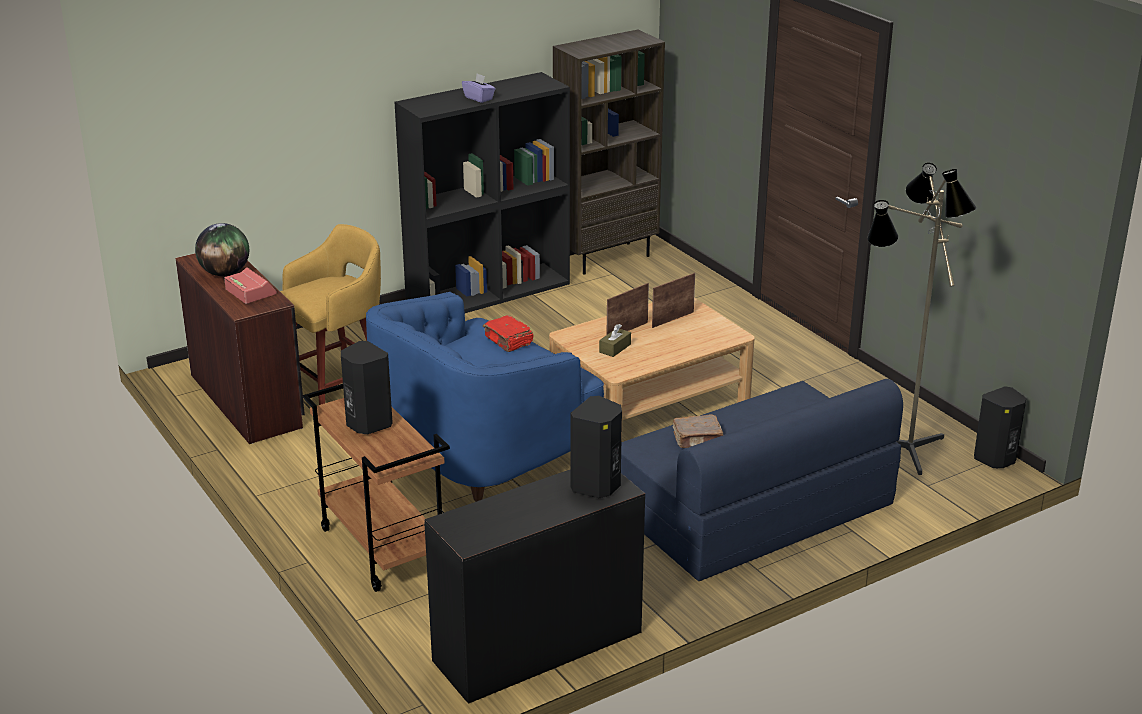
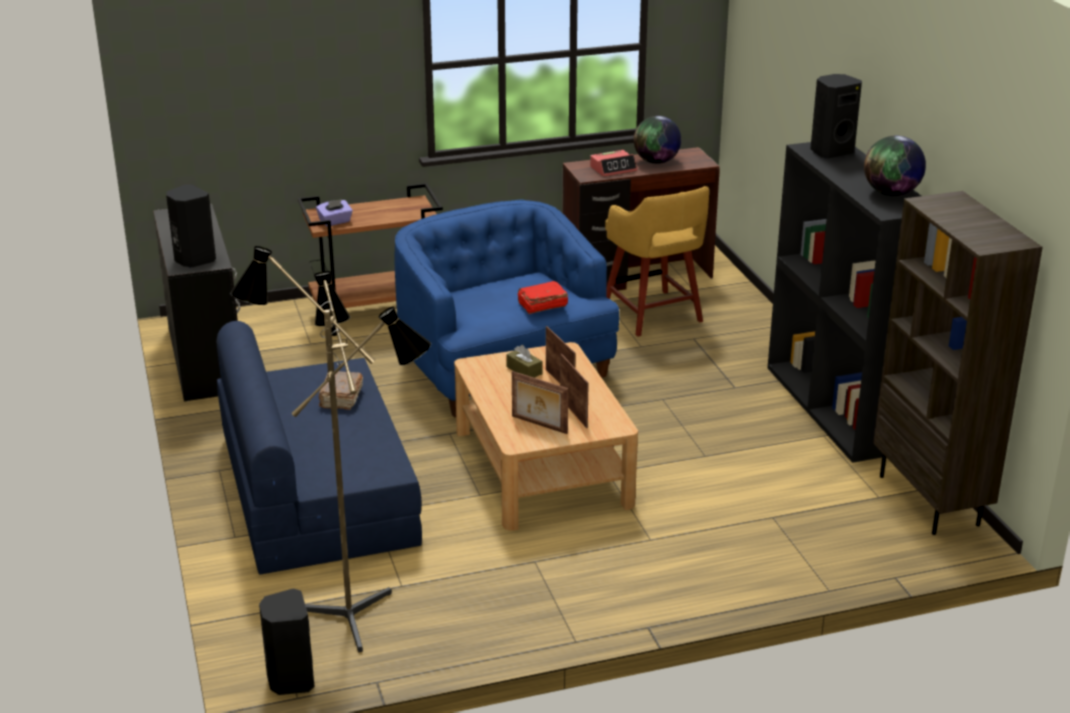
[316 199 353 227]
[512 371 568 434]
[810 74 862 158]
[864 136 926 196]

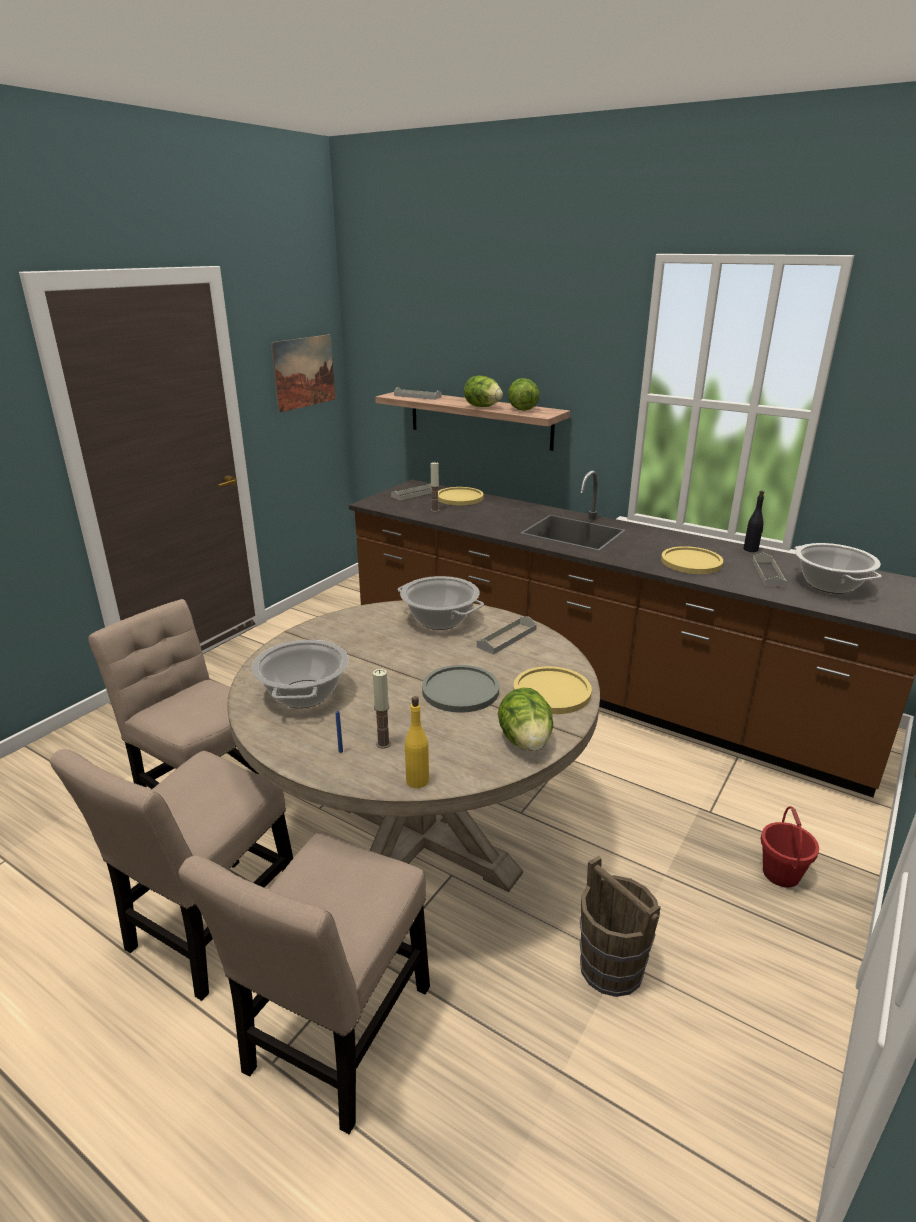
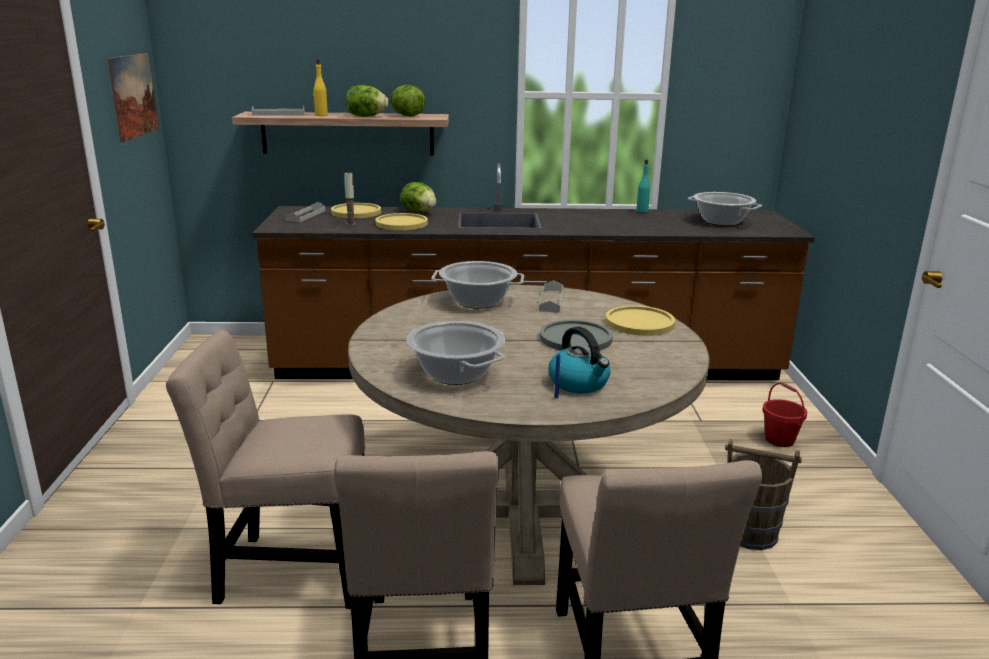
[313 59 328 116]
[376 213 428 230]
[400 182 436 213]
[548 326 610 393]
[636 159 650 213]
[752 552 787 587] (first image)

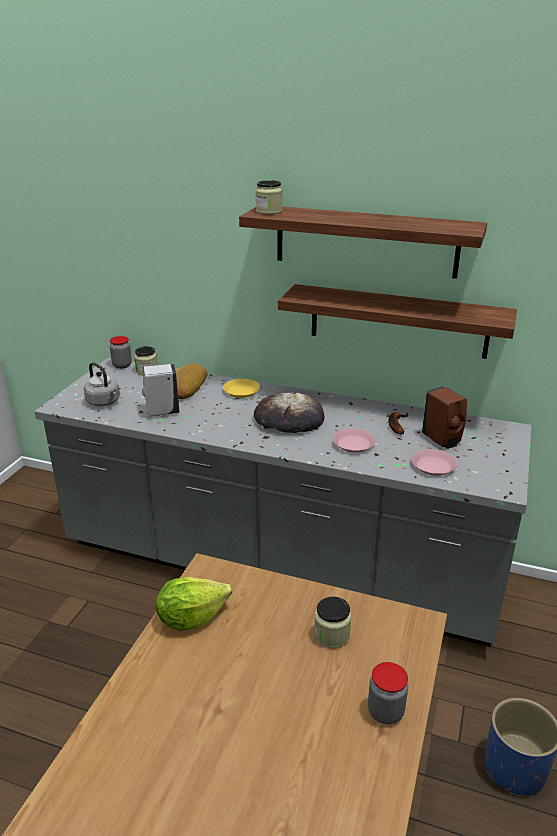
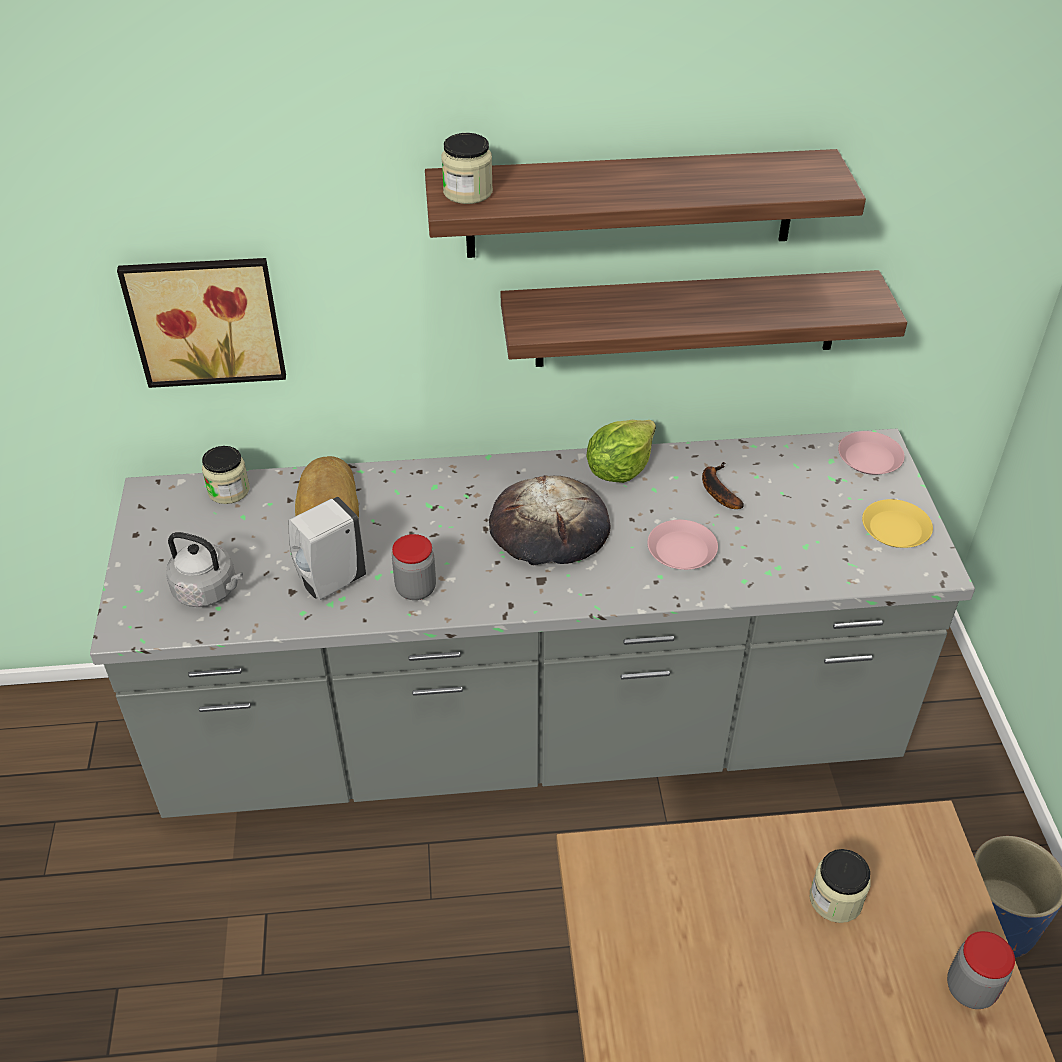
[117 258 286 388]
[392 534 436 600]
[586 420 656 483]
[838 431 905 475]
[862 499 933 548]
[422 386 467 449] (first image)

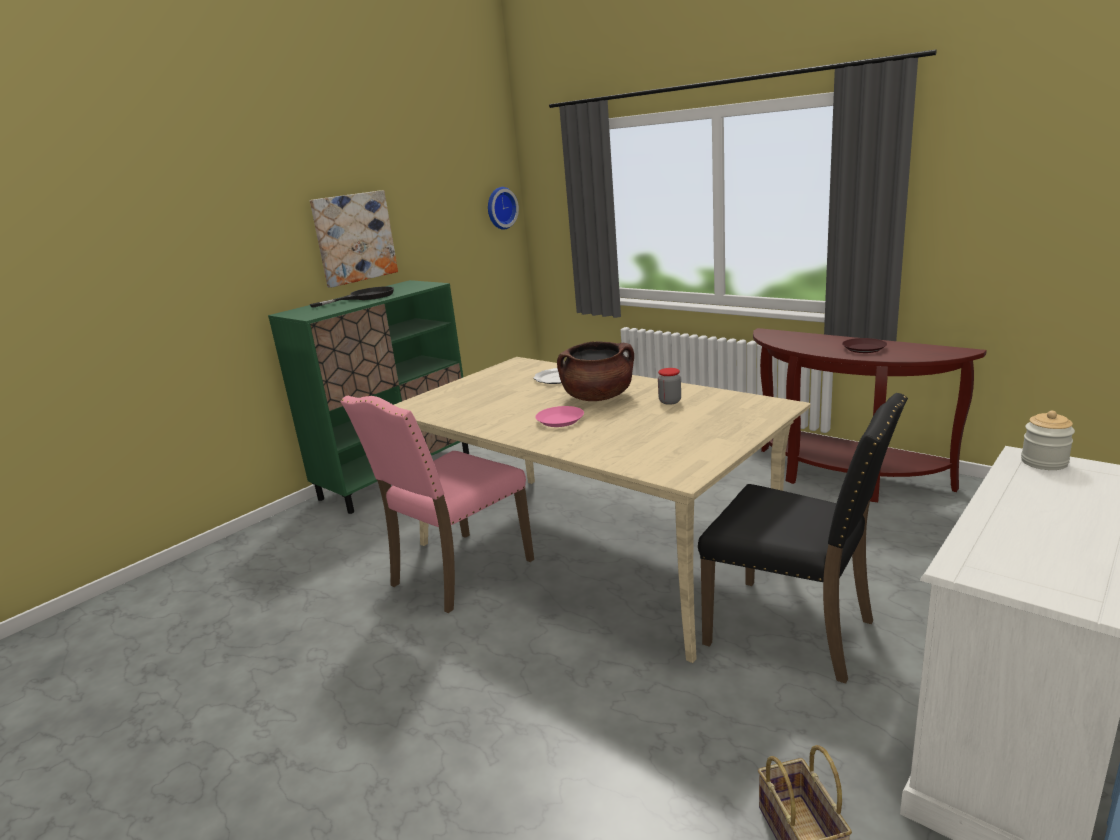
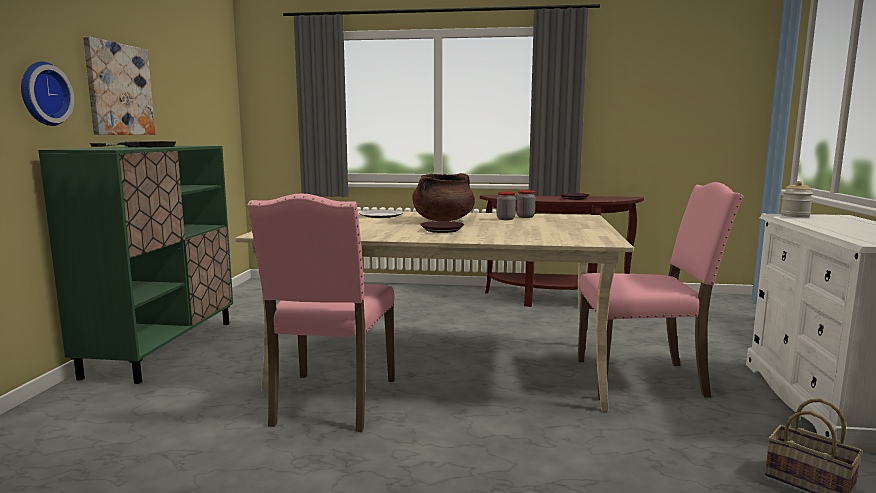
[21 62 74 126]
[420 221 464 233]
[517 190 535 218]
[577 182 744 400]

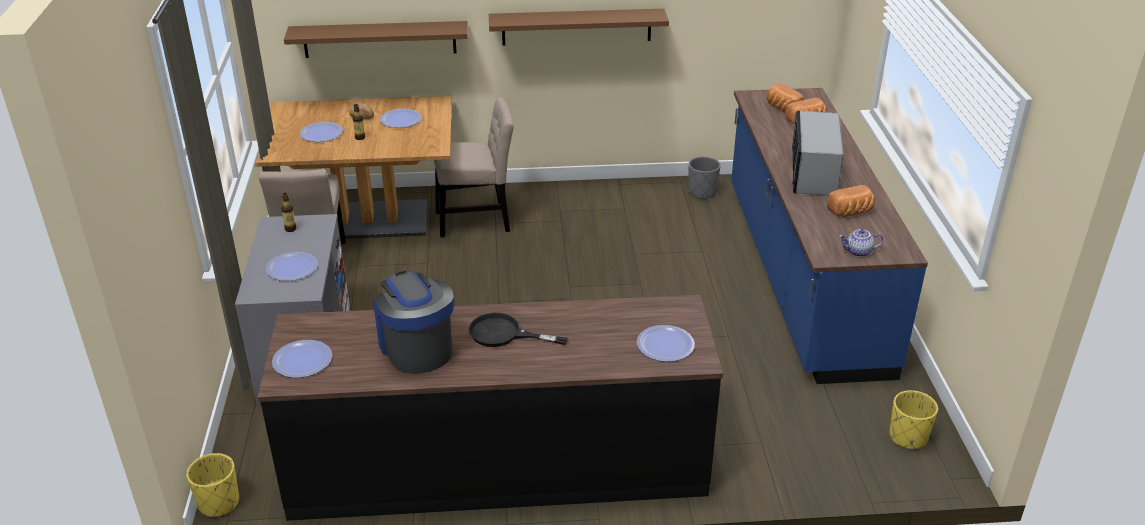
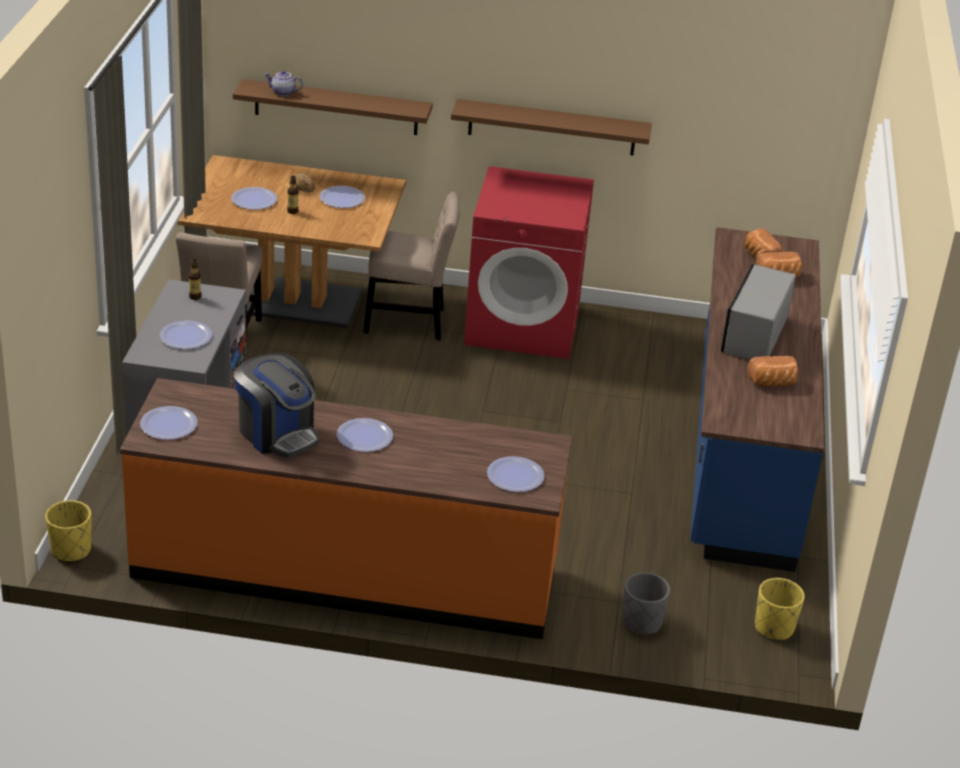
[120 378 573 639]
[234 353 320 458]
[265 70 303 96]
[337 418 393 452]
[464 166 594 359]
[622 572 670 635]

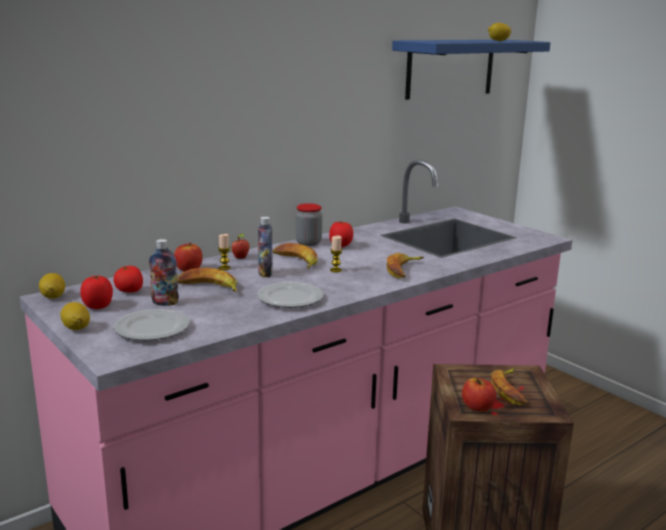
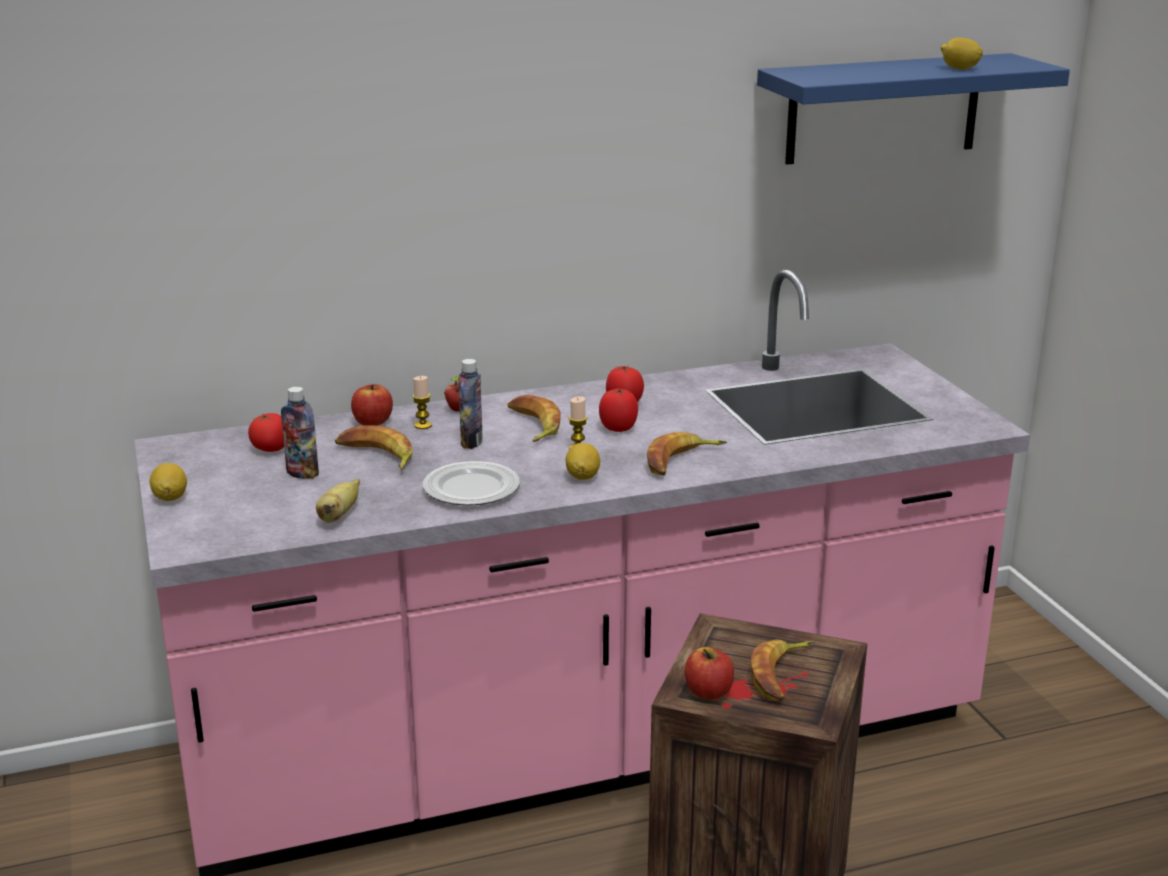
[316 479 360 523]
[566 443 600 480]
[599 389 638 432]
[114 309 190 340] (first image)
[295 203 322 246] (first image)

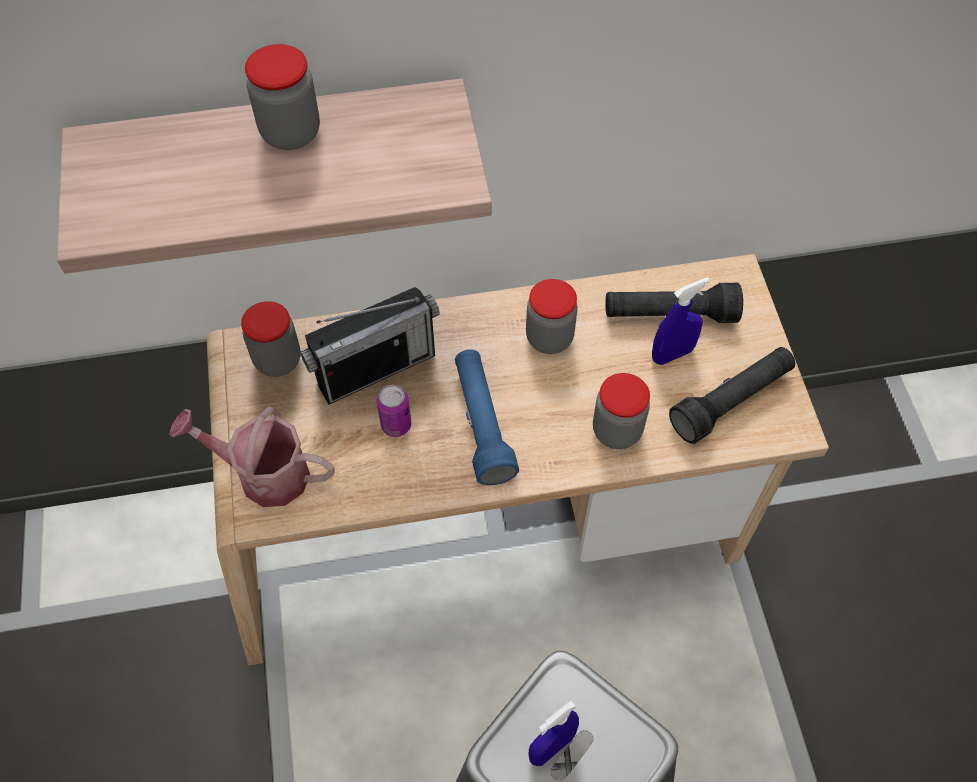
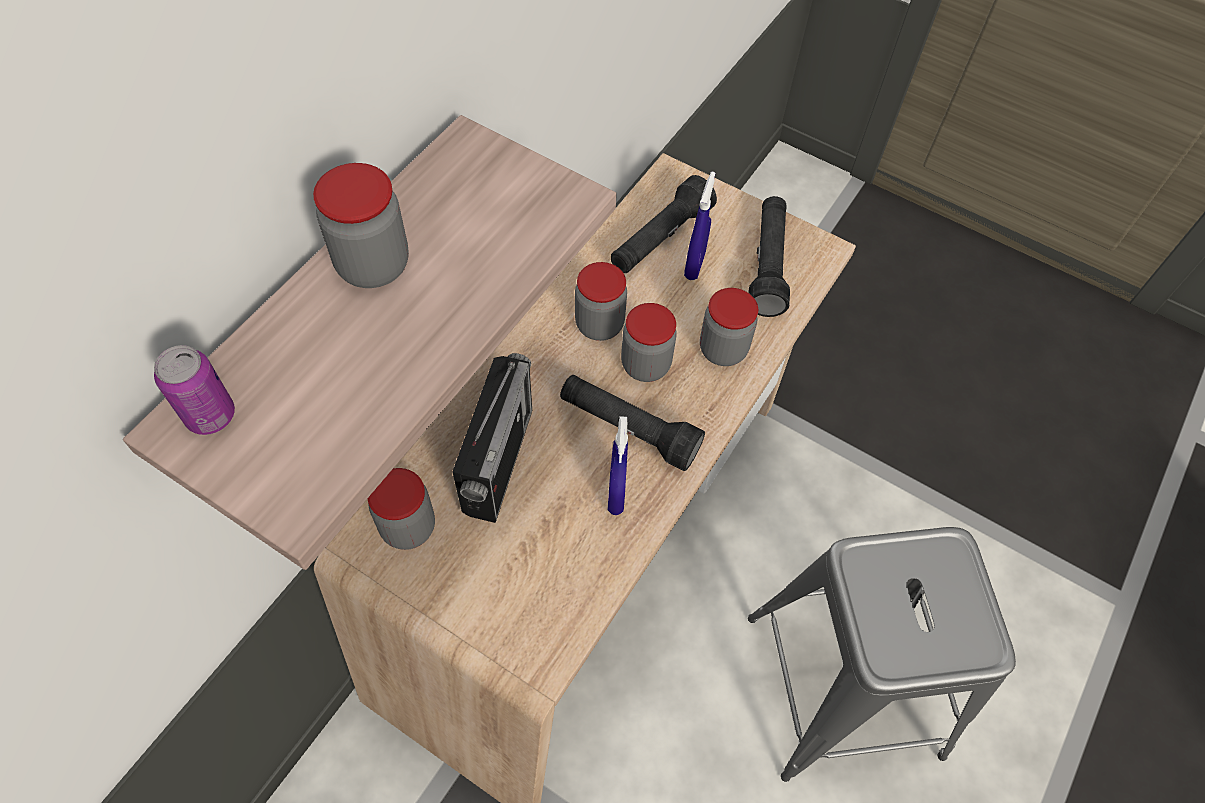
[154 345 235 435]
[560 375 705 471]
[608 416 628 515]
[621 303 677 382]
[169 407 335 507] (first image)

